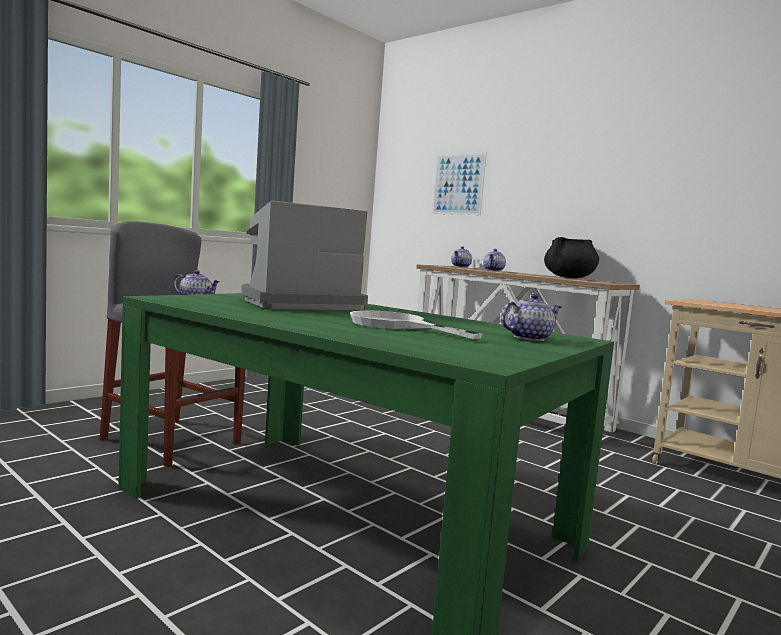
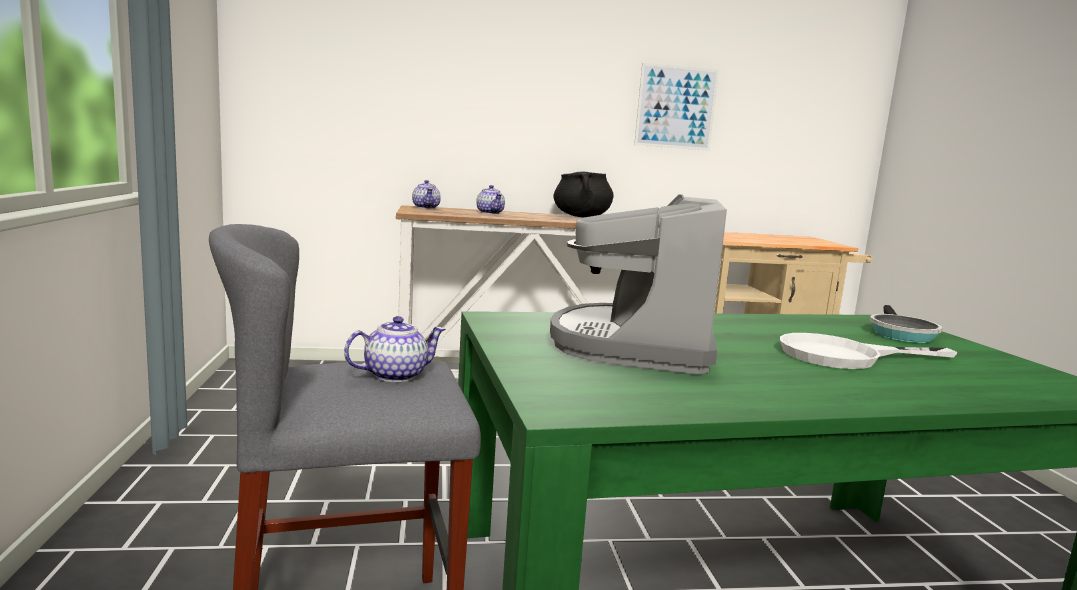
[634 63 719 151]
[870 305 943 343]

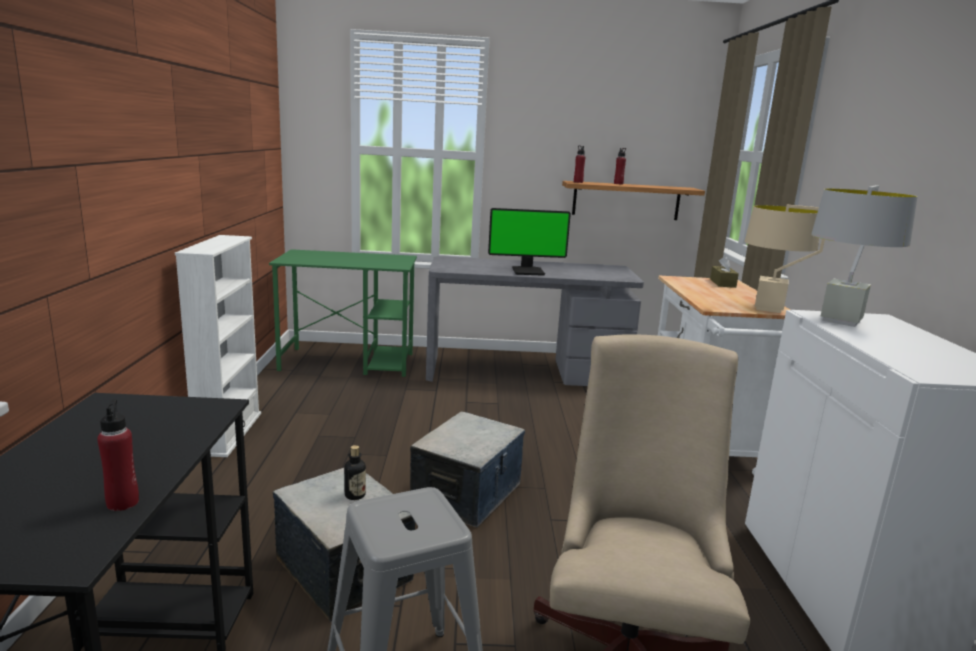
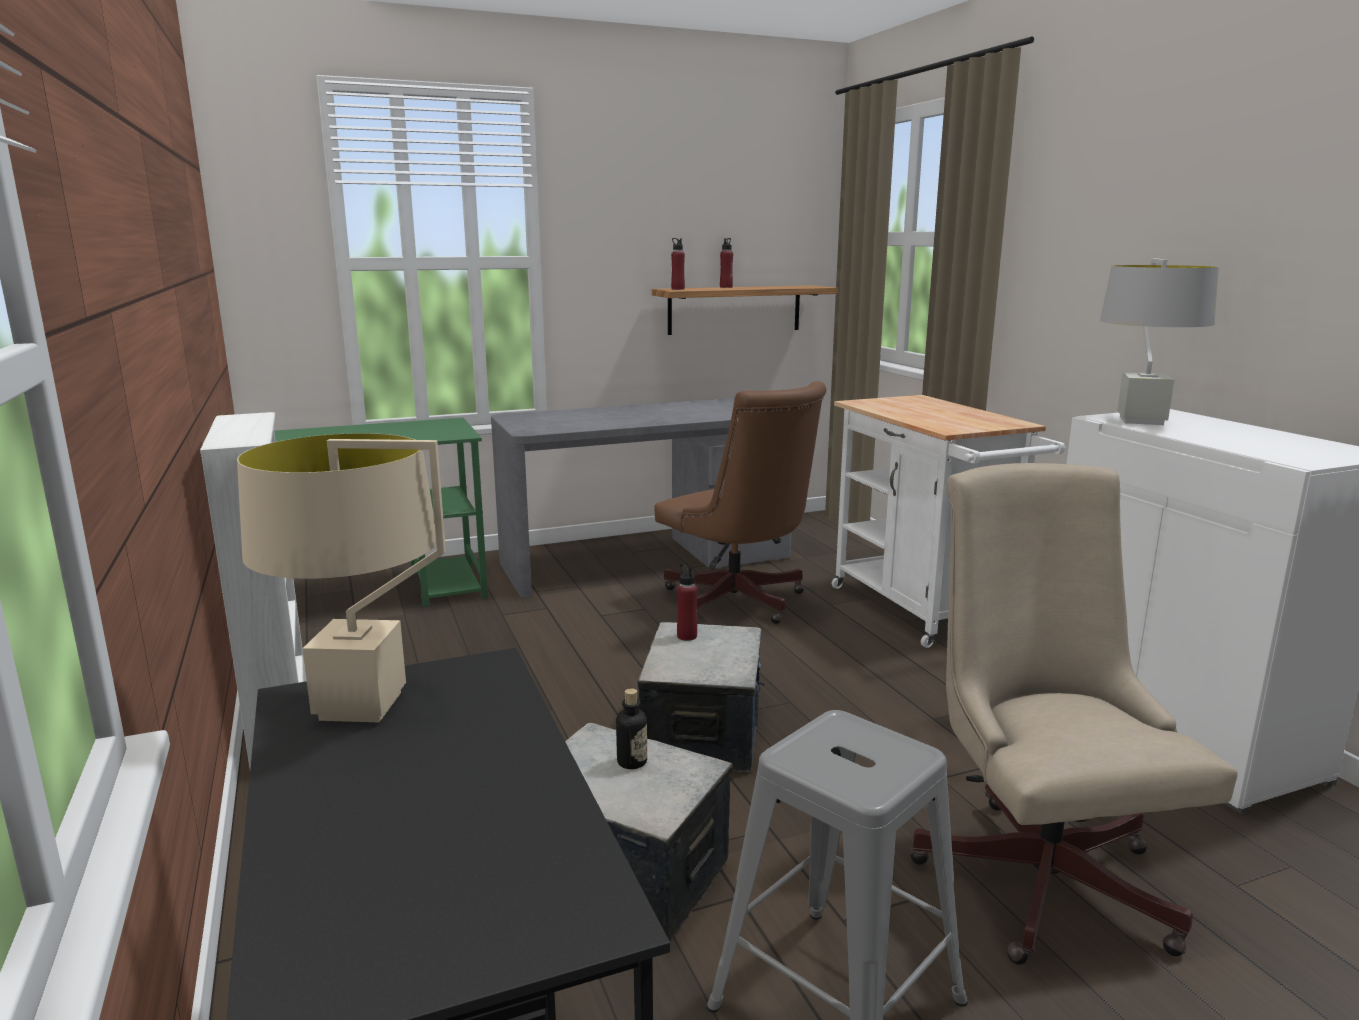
[237 433 446 722]
[654 381 826 624]
[677 564 697 641]
[488 208 571 276] (first image)
[710 256 739 288] (first image)

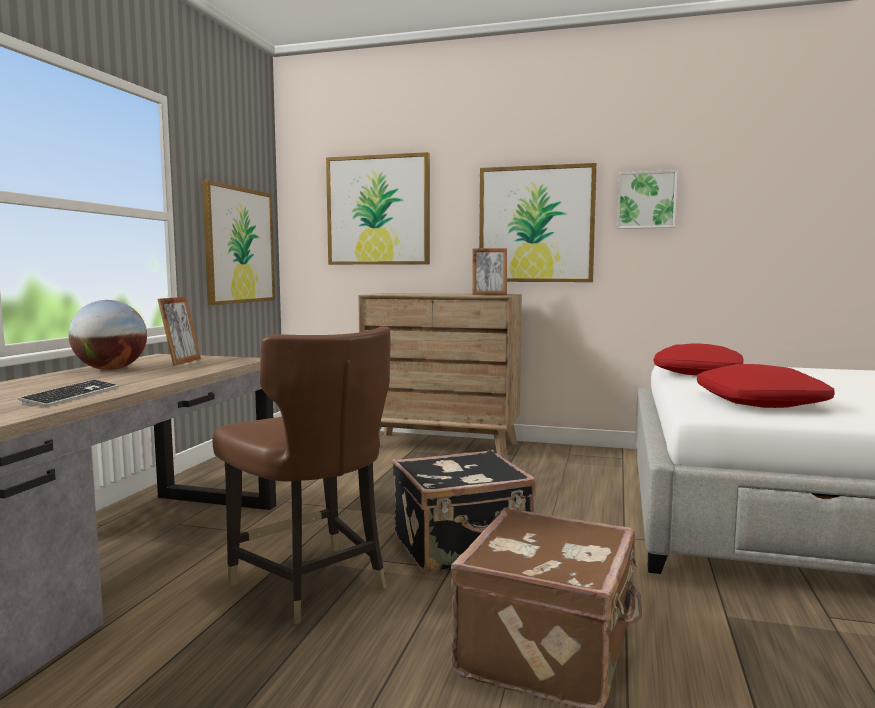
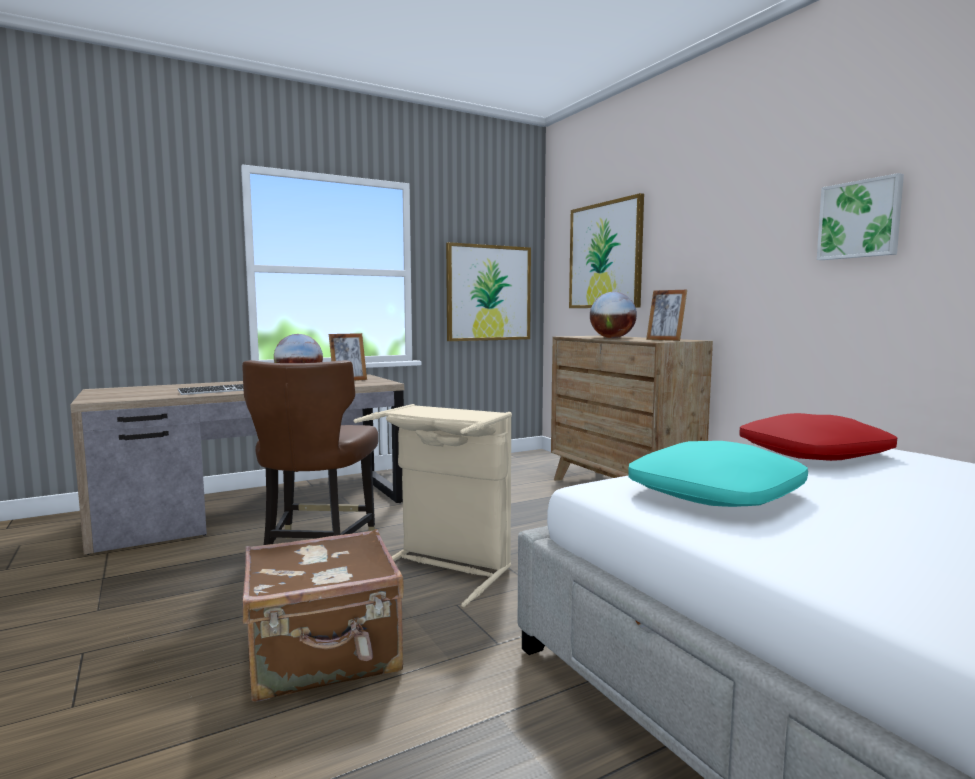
[354 404 512 607]
[590 292 637 338]
[628 441 808 507]
[479 163 597 282] (first image)

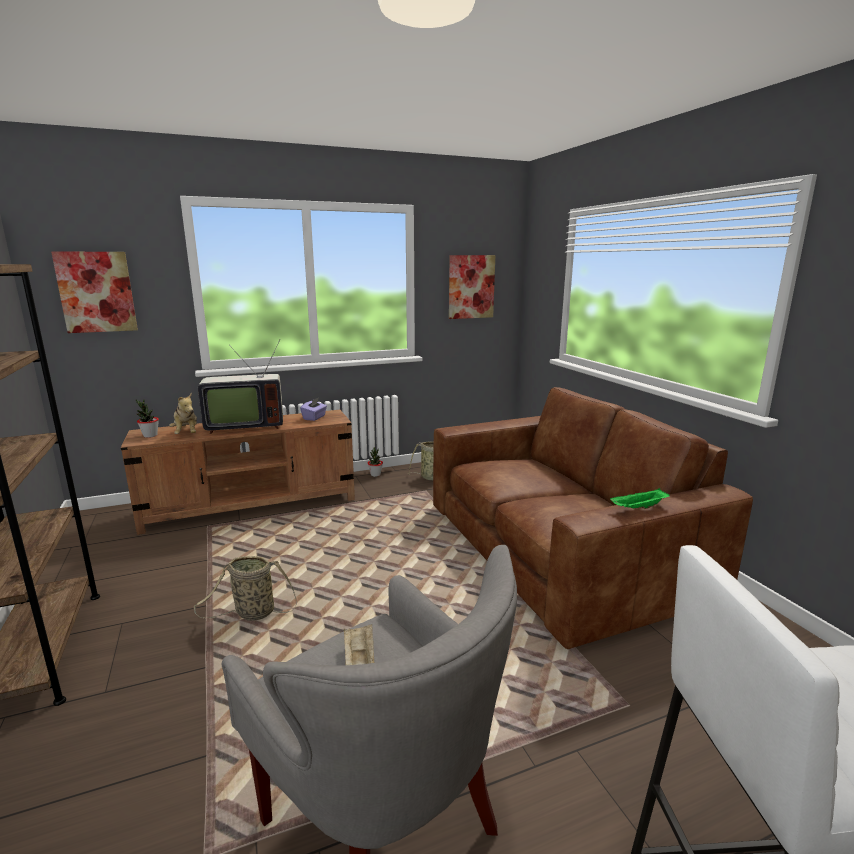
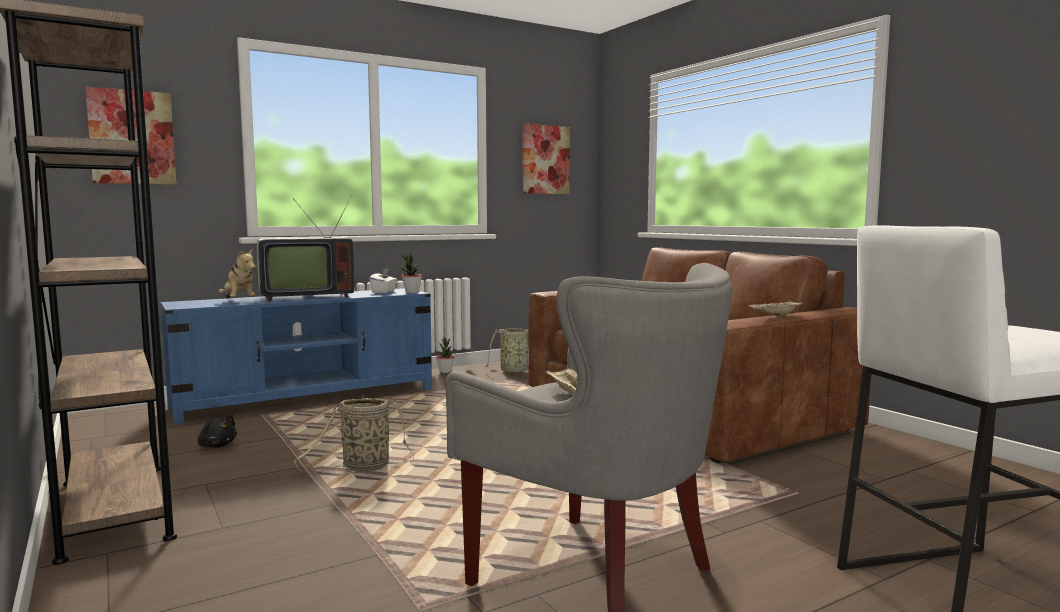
[160 288 432 425]
[198 416 237 448]
[369 268 397 293]
[401 253 422 293]
[748 300 802 316]

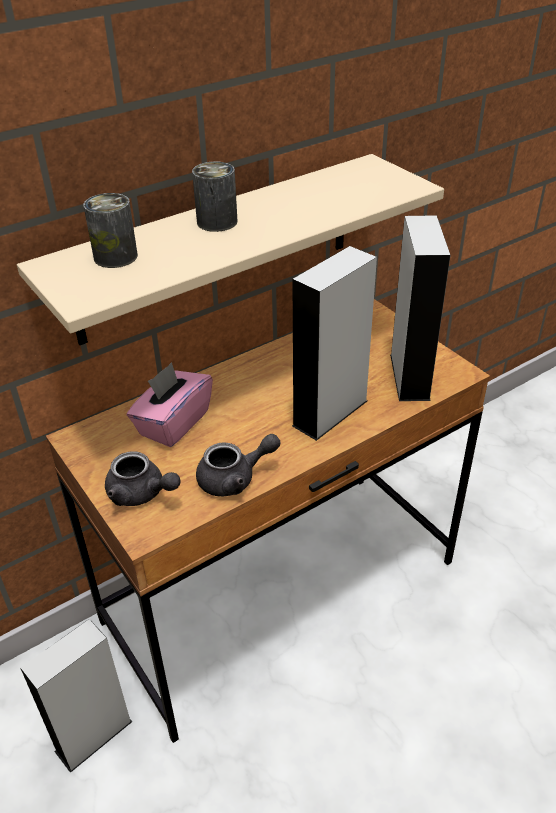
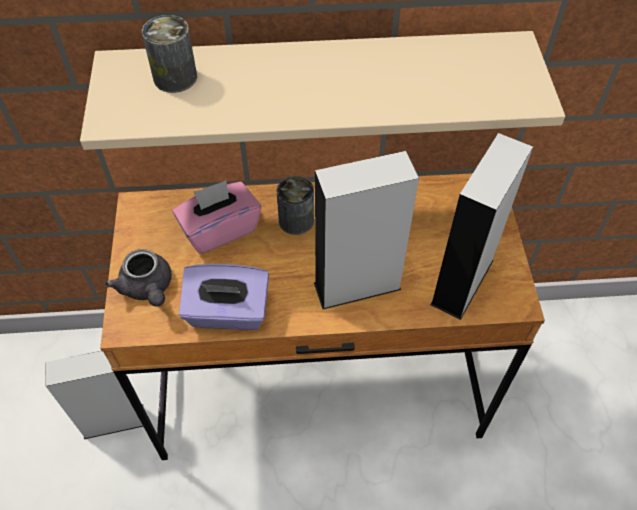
[179 264 269 330]
[276 176 314 235]

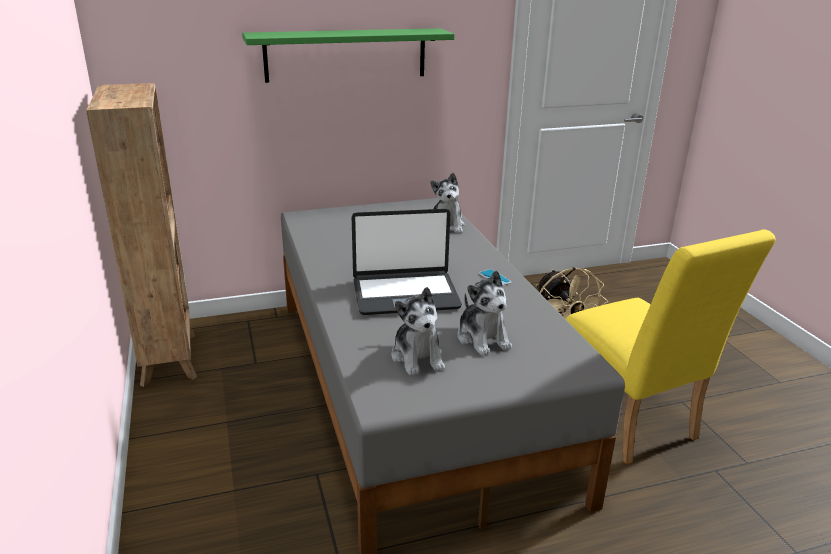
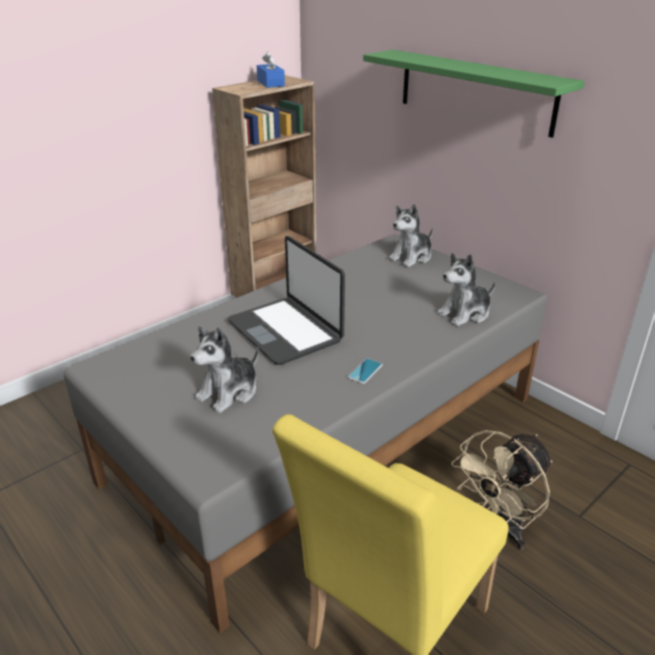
[257 52 285 88]
[389 204 433 267]

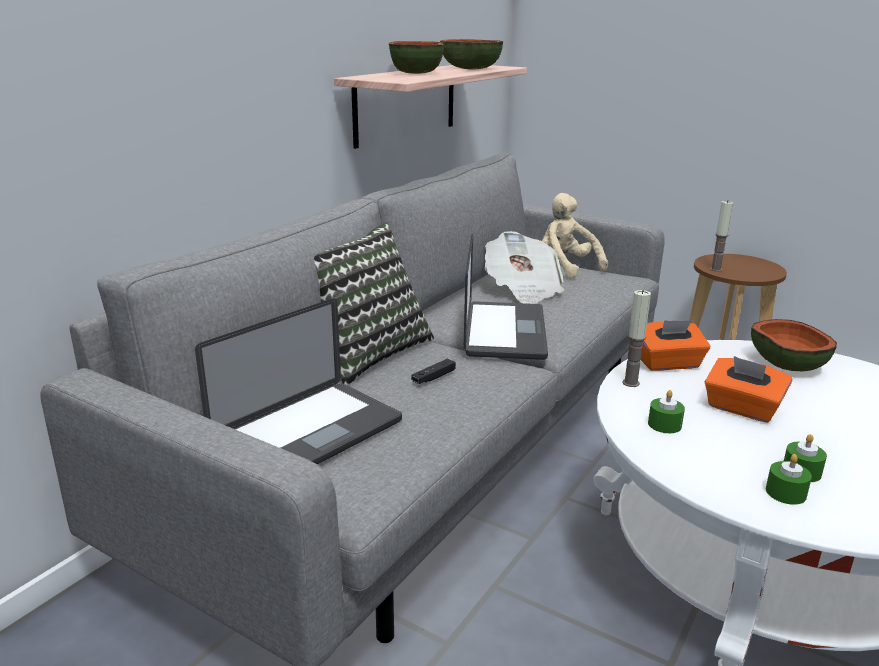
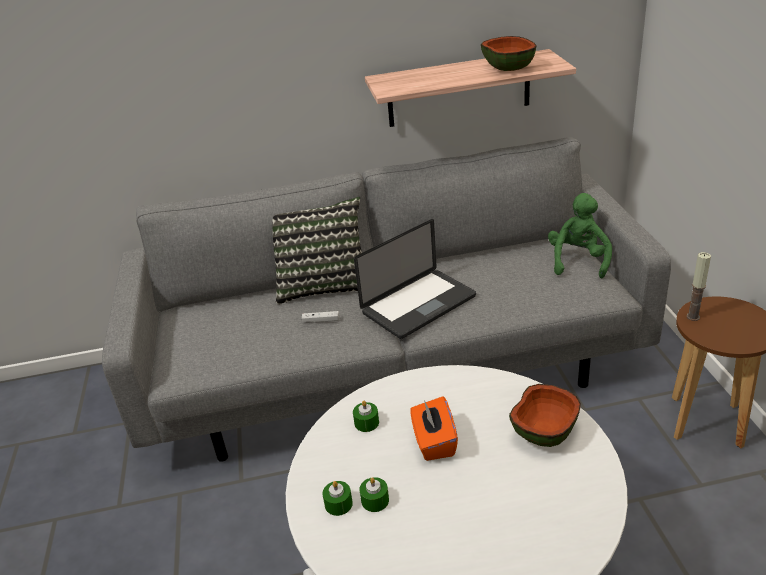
[302 311 339 322]
[548 193 612 278]
[195 298 402 464] (first image)
[389 41 444 74] (first image)
[485 231 564 304] (first image)
[622 290 651 387] (first image)
[641 320 710 371] (first image)

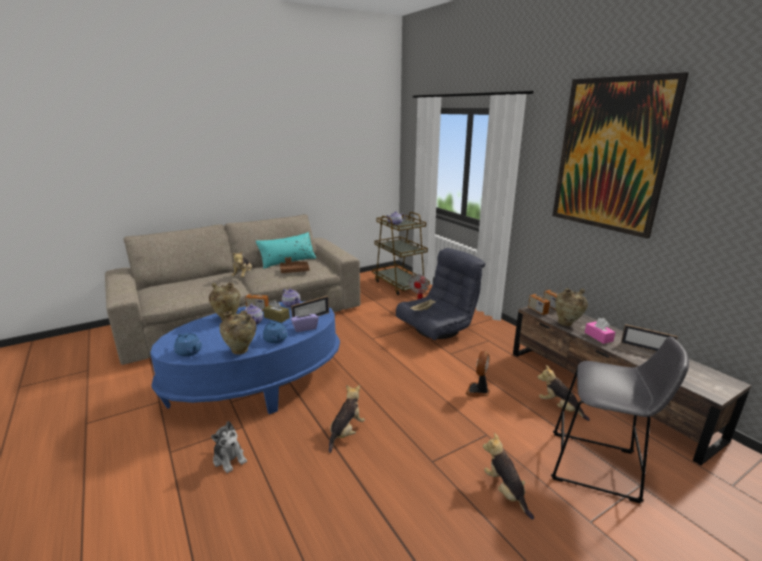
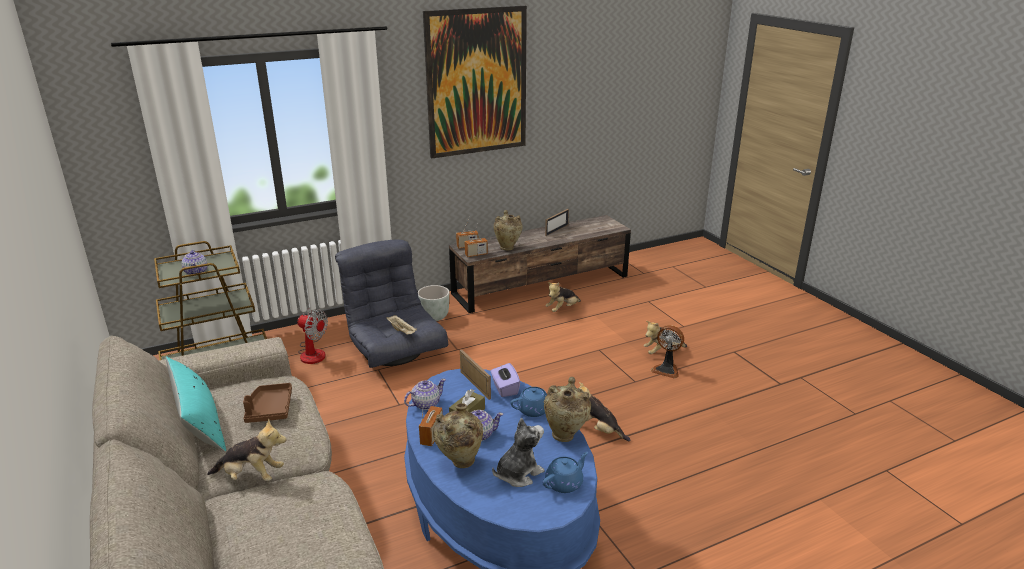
[418 285 449 321]
[492 418 544 487]
[651 325 684 379]
[551 337 689 503] (first image)
[585 318 615 344] (first image)

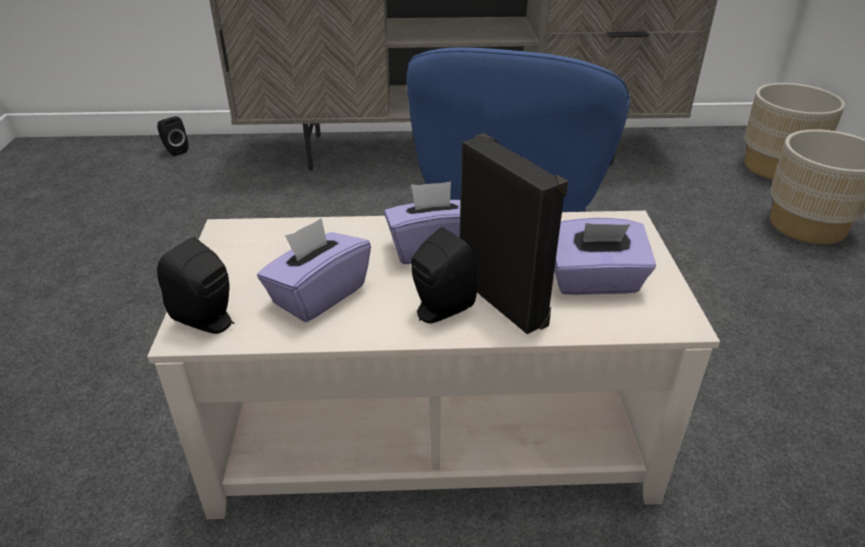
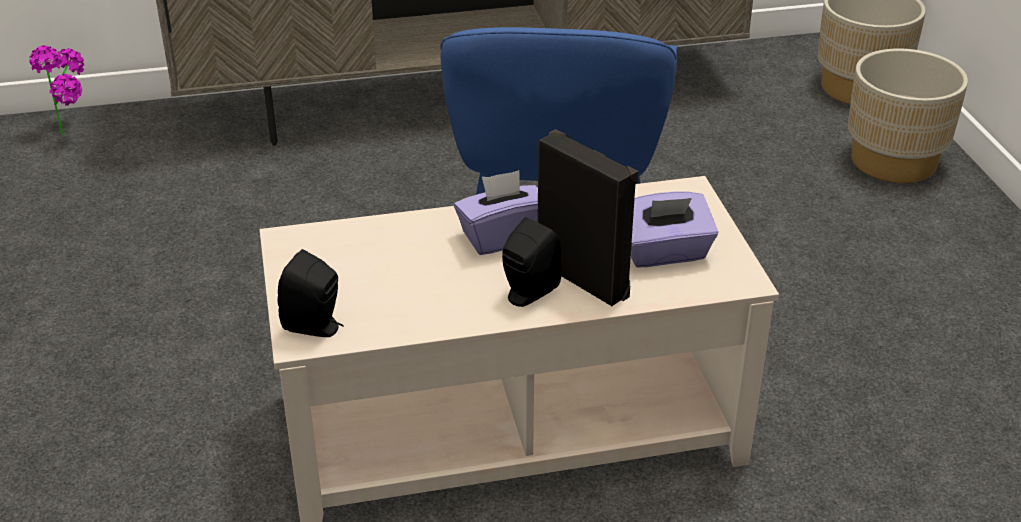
[29 45 85 135]
[257 218 371 322] (first image)

